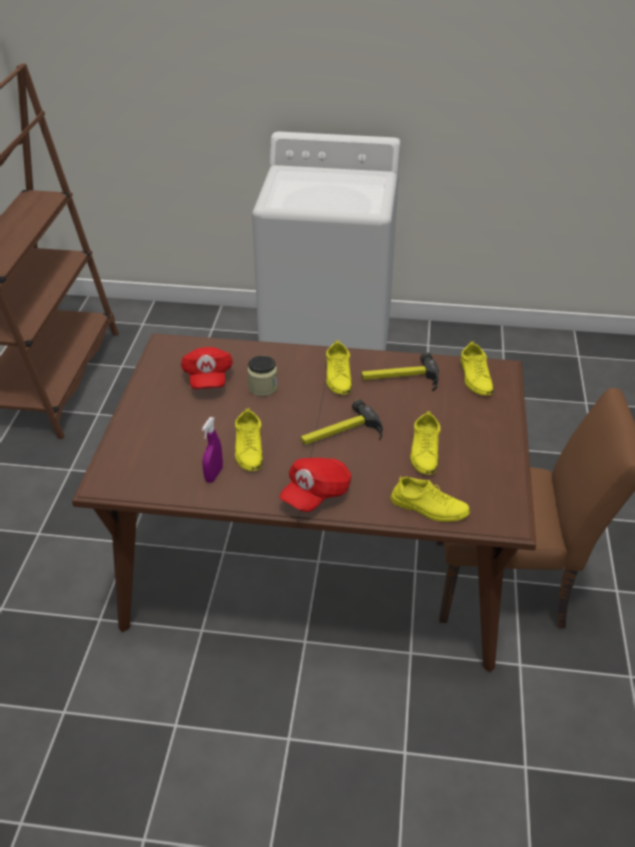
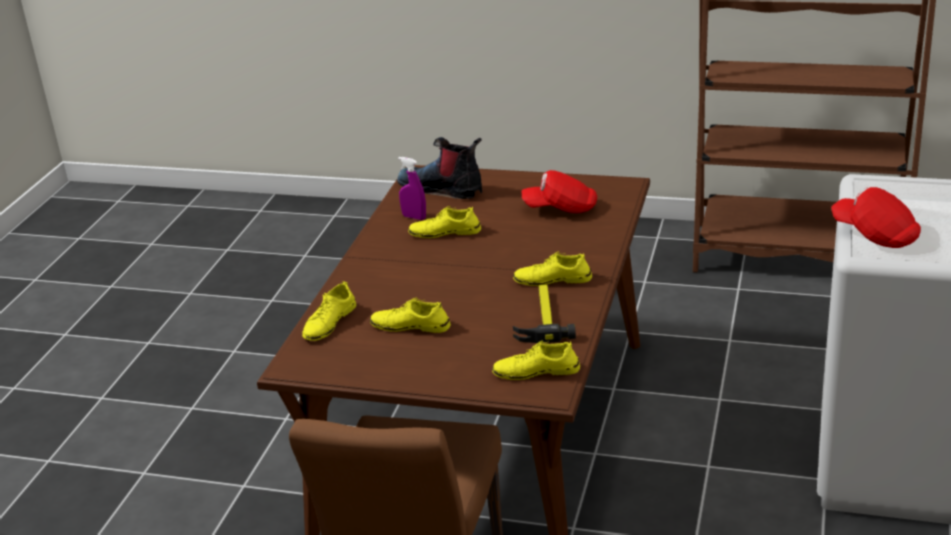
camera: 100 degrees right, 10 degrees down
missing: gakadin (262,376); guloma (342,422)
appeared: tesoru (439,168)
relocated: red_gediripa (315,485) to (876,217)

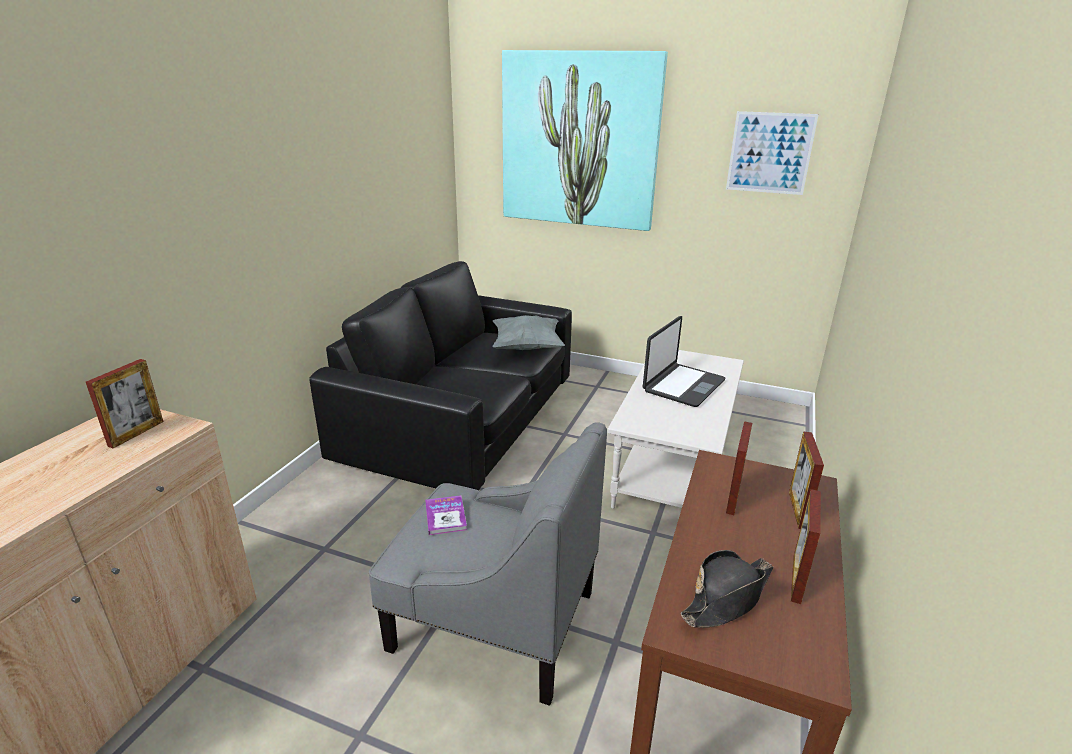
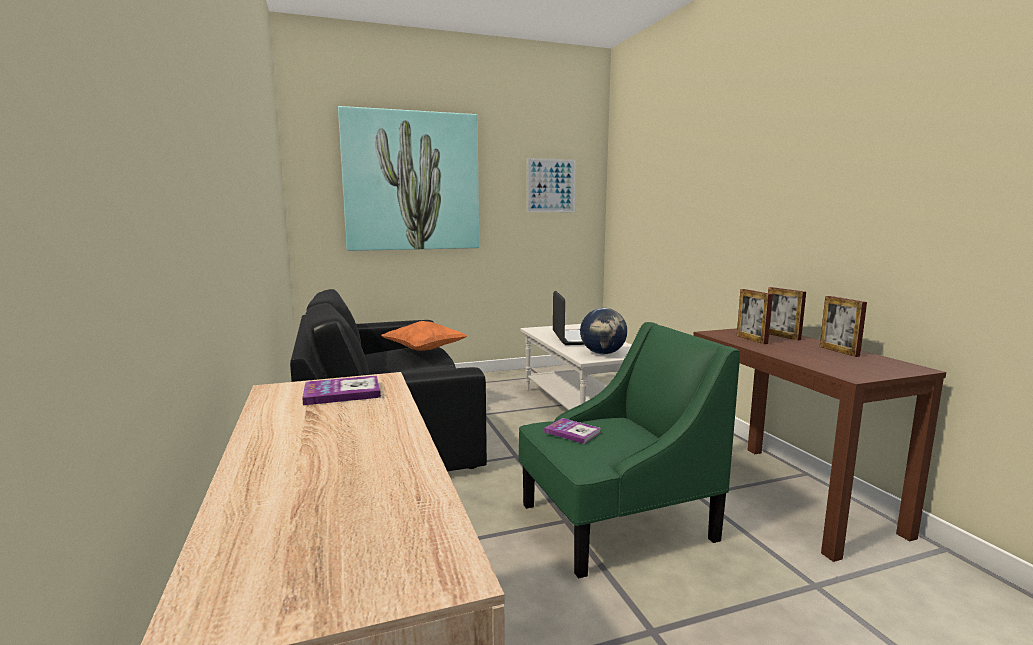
camera: 40 degrees left, 15 degrees down
missing: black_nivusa (727,589)
appeared: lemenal (603,331)
exchanged: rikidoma (125,403) to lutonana (341,390)
colour: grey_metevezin (528,332) to orange_metevezin (425,336); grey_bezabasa (488,564) to green_bezabasa (629,450)

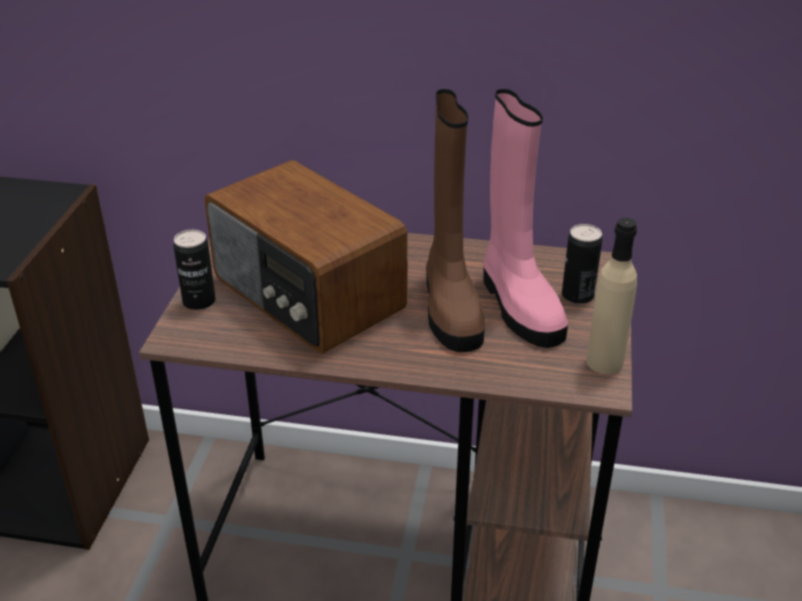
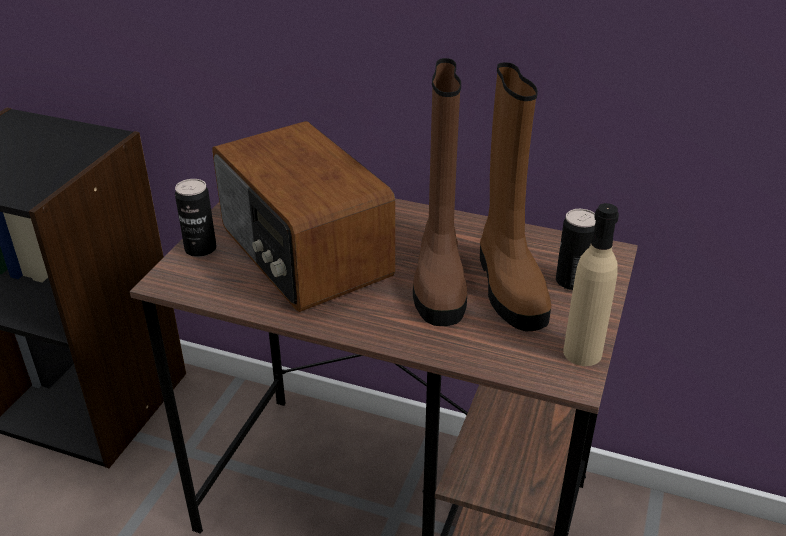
camera: 10 degrees right, 0 degrees up
colour: pink_tesoru (526,218) to brown_tesoru (515,196)

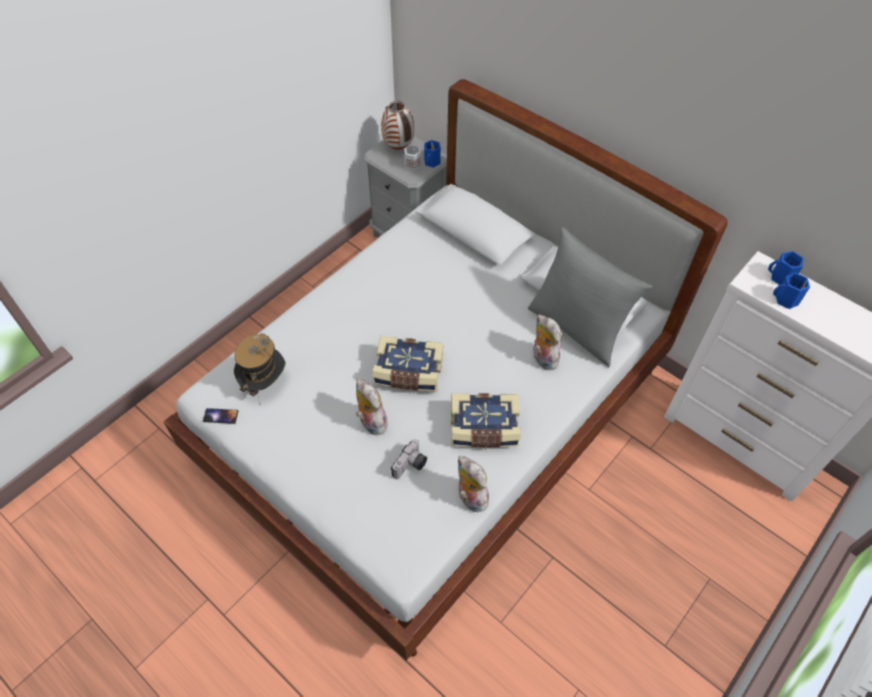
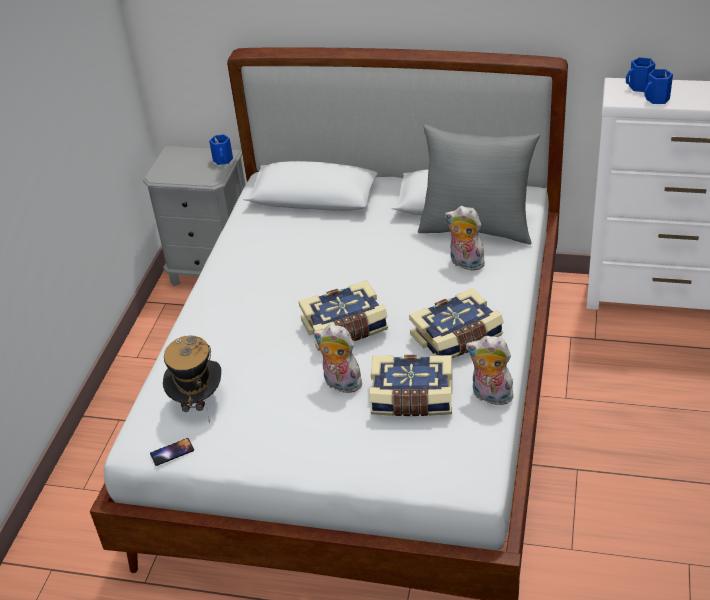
camera: 25 degrees left, 15 degrees down
missing: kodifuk (397,125); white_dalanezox (412,158)
exchanged: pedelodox (409,459) to lutonana (410,385)

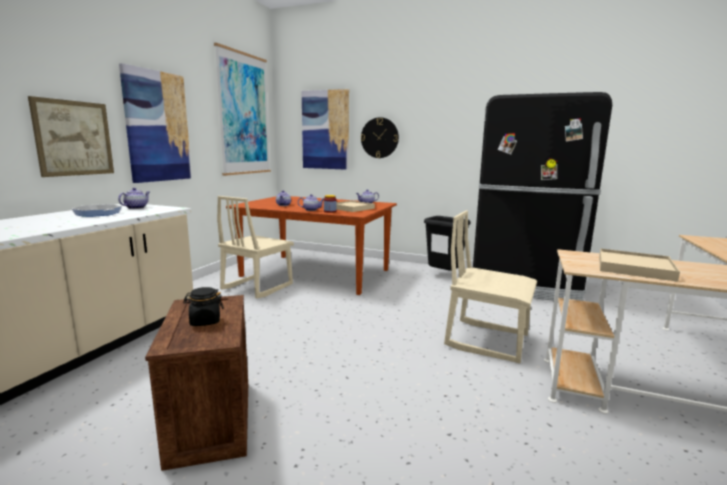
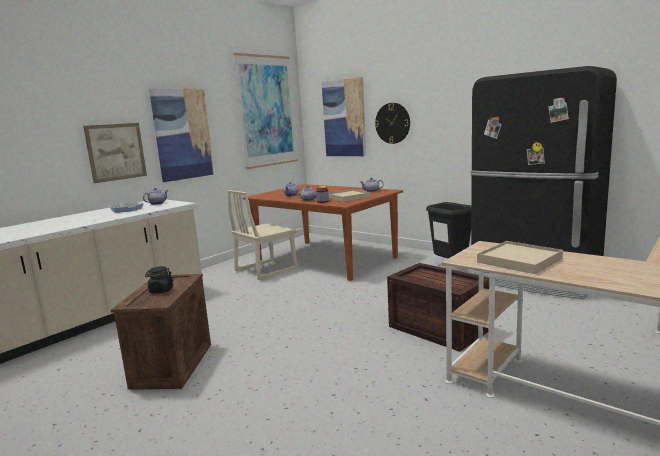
camera: 20 degrees right, 0 degrees up
exchanged: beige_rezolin (490,287) to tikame (438,307)

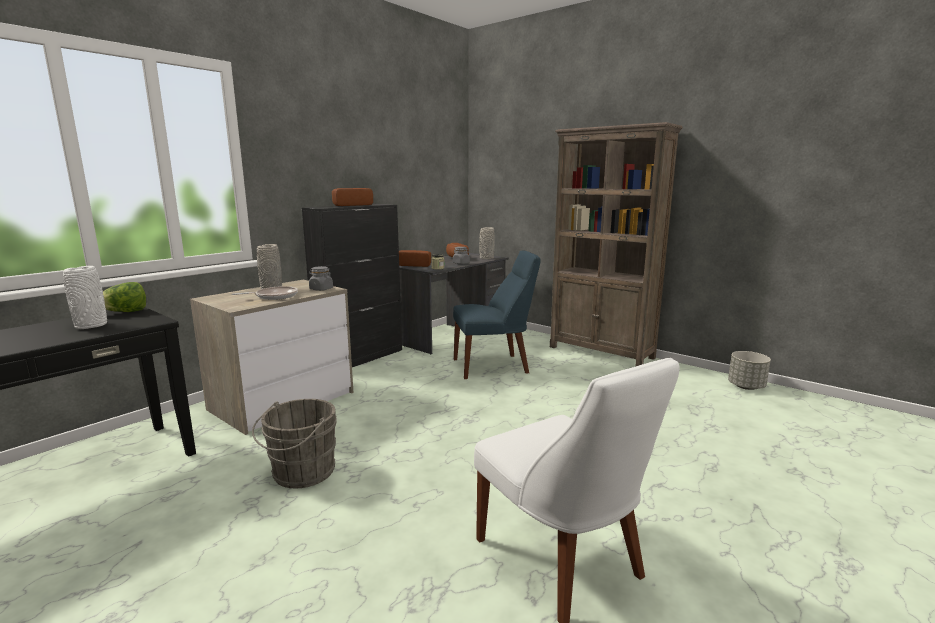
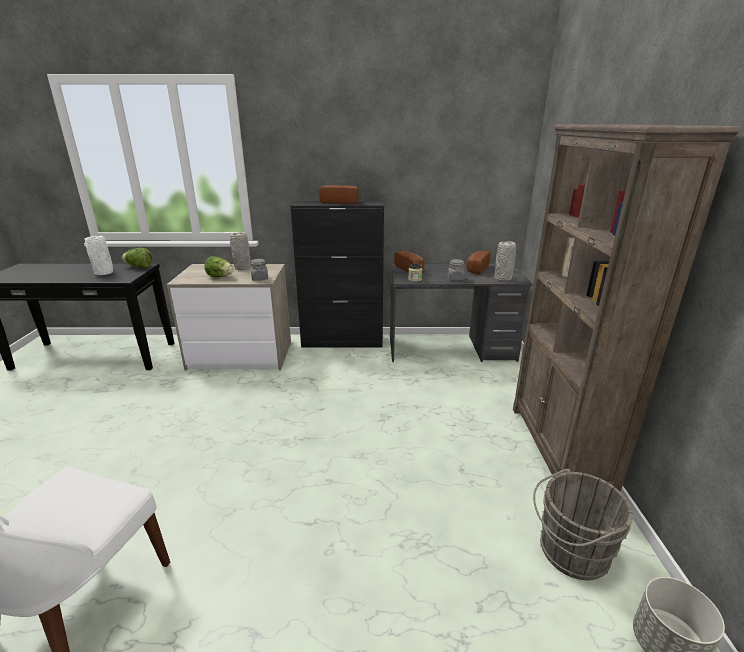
camera: 50 degrees right, 10 degrees up
missing: blue_rezolin (496,314)
relocated: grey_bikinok (294,444) to (583,524)
exchanged: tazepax (264,293) to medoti (219,266)

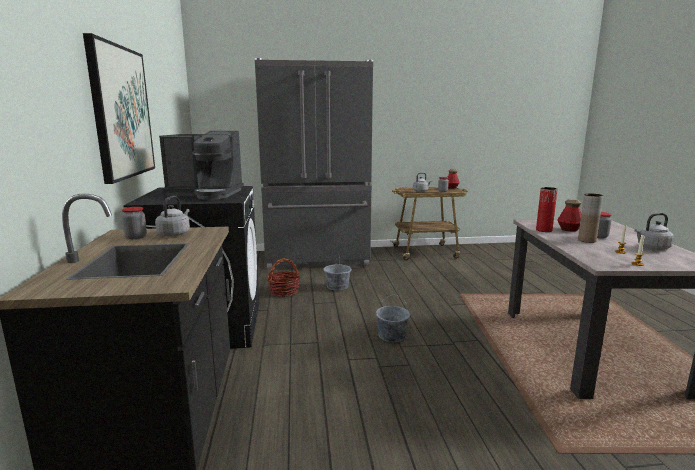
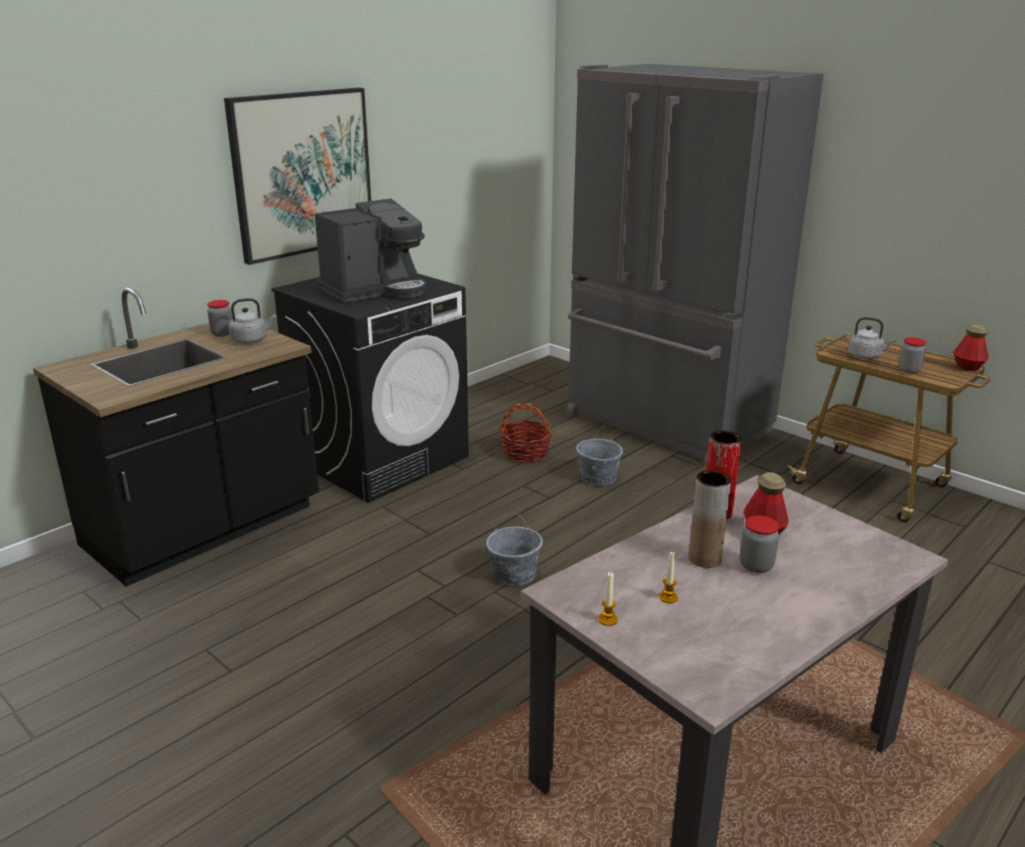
camera: 50 degrees right, 10 degrees up
missing: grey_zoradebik (654,231)
spun: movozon (201,165) = (371,250) 90 degrees counterclockwise

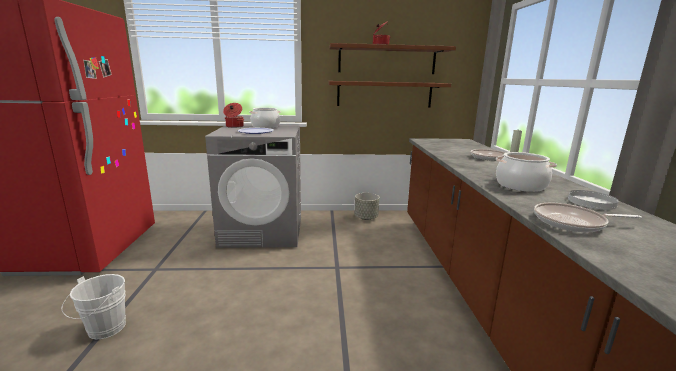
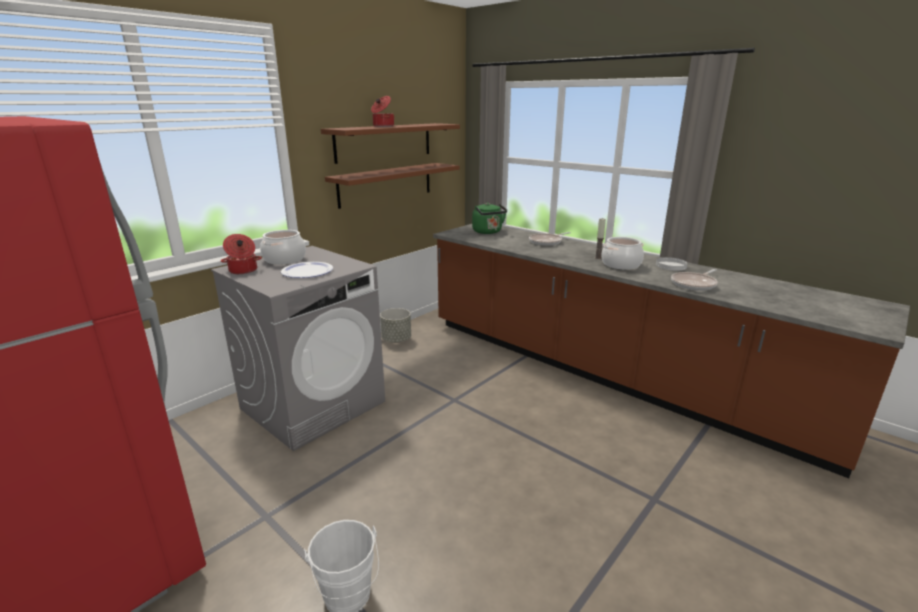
camera: 45 degrees left, 5 degrees up
appeared: green_zoradebik (489,218)

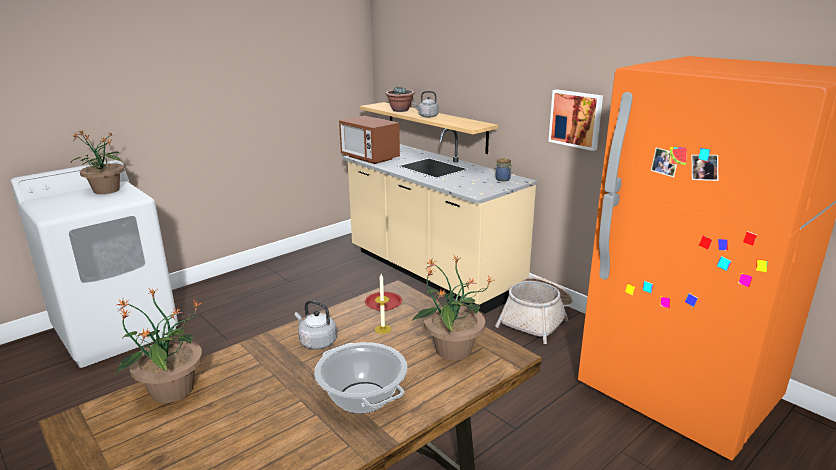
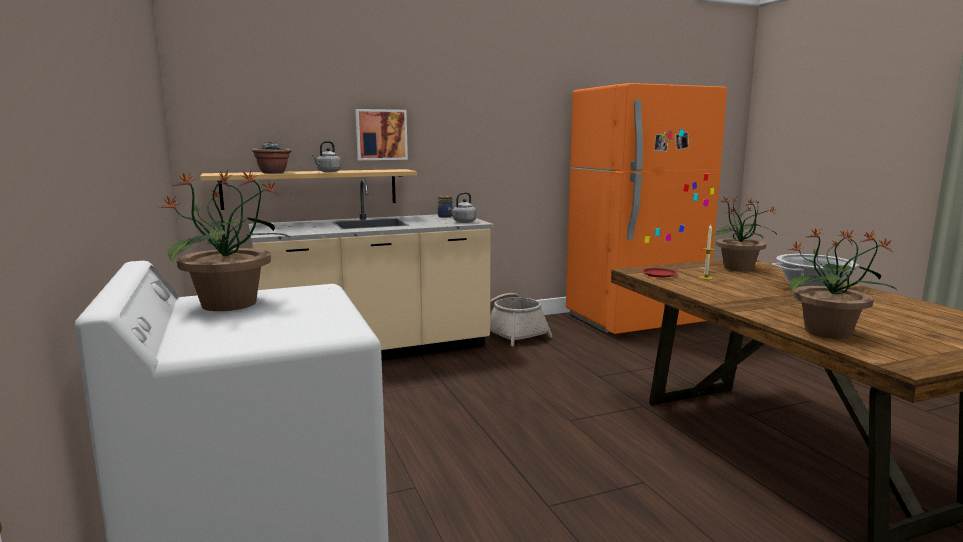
camera: 70 degrees left, 10 degrees down
missing: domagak (369,140)
relocated: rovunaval (575,120) to (381,134); grey_zoradebik (316,325) to (462,207)

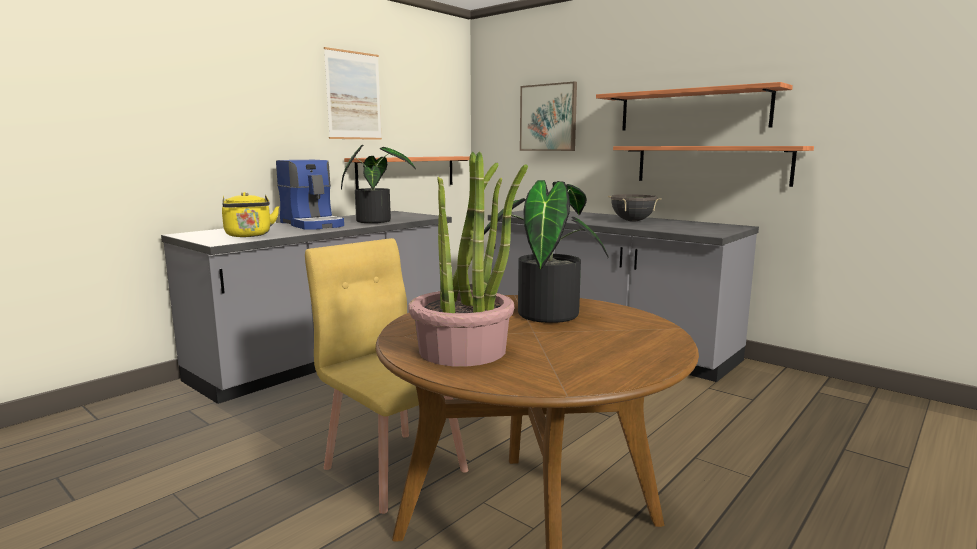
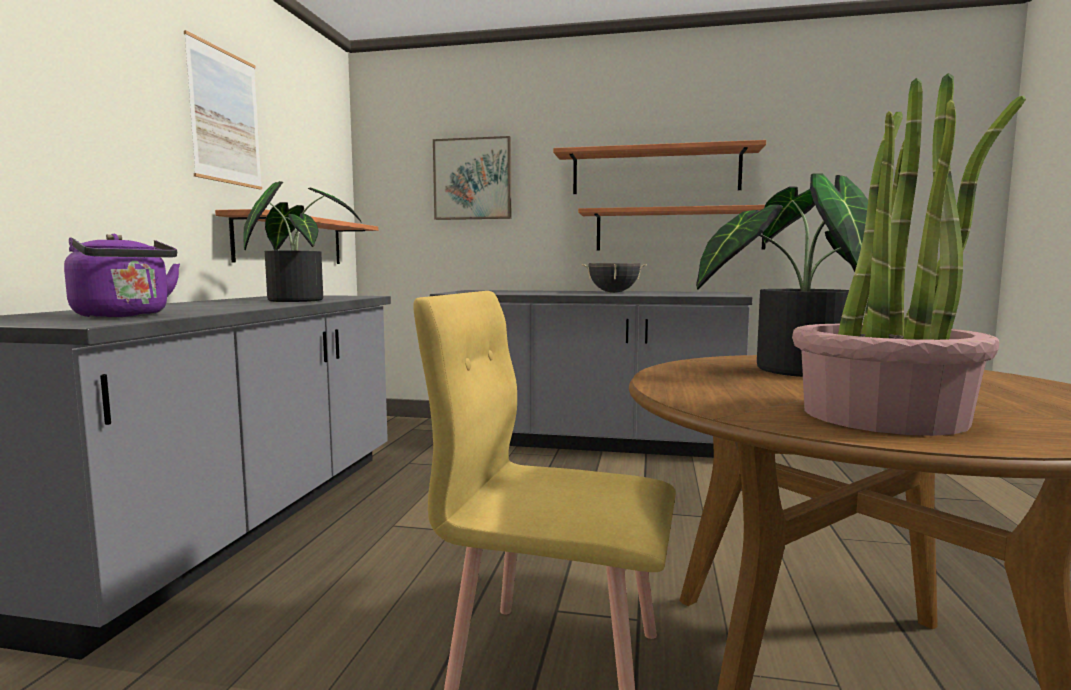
camera: 30 degrees left, 5 degrees down
missing: movozon (310,195)
colour: yellow_zoradebik (250,214) to purple_zoradebik (122,276)

